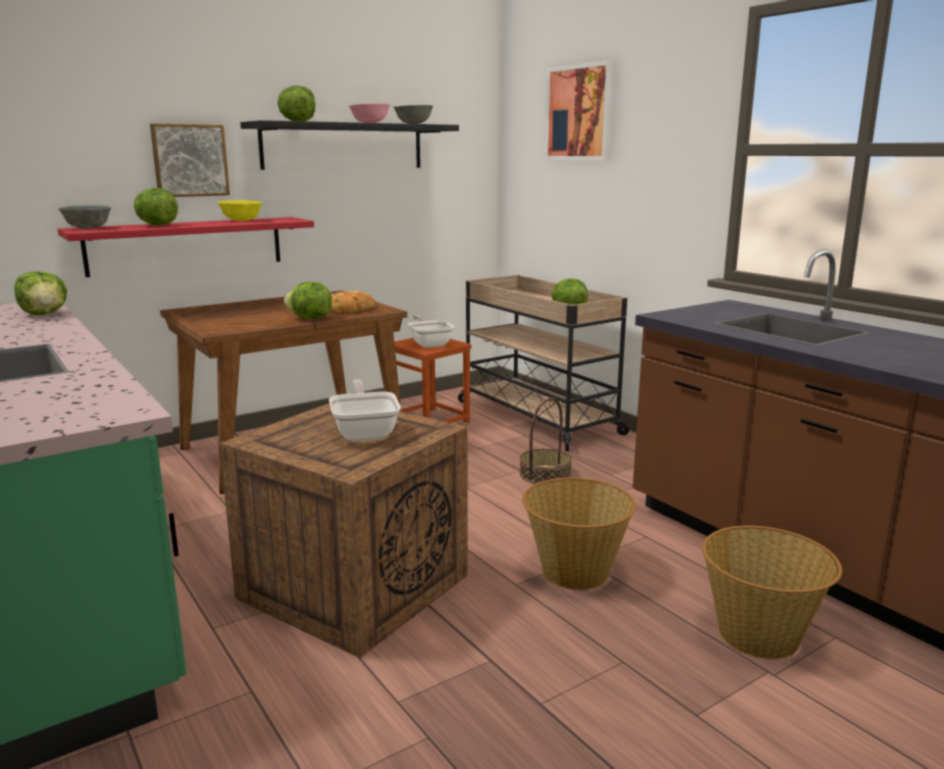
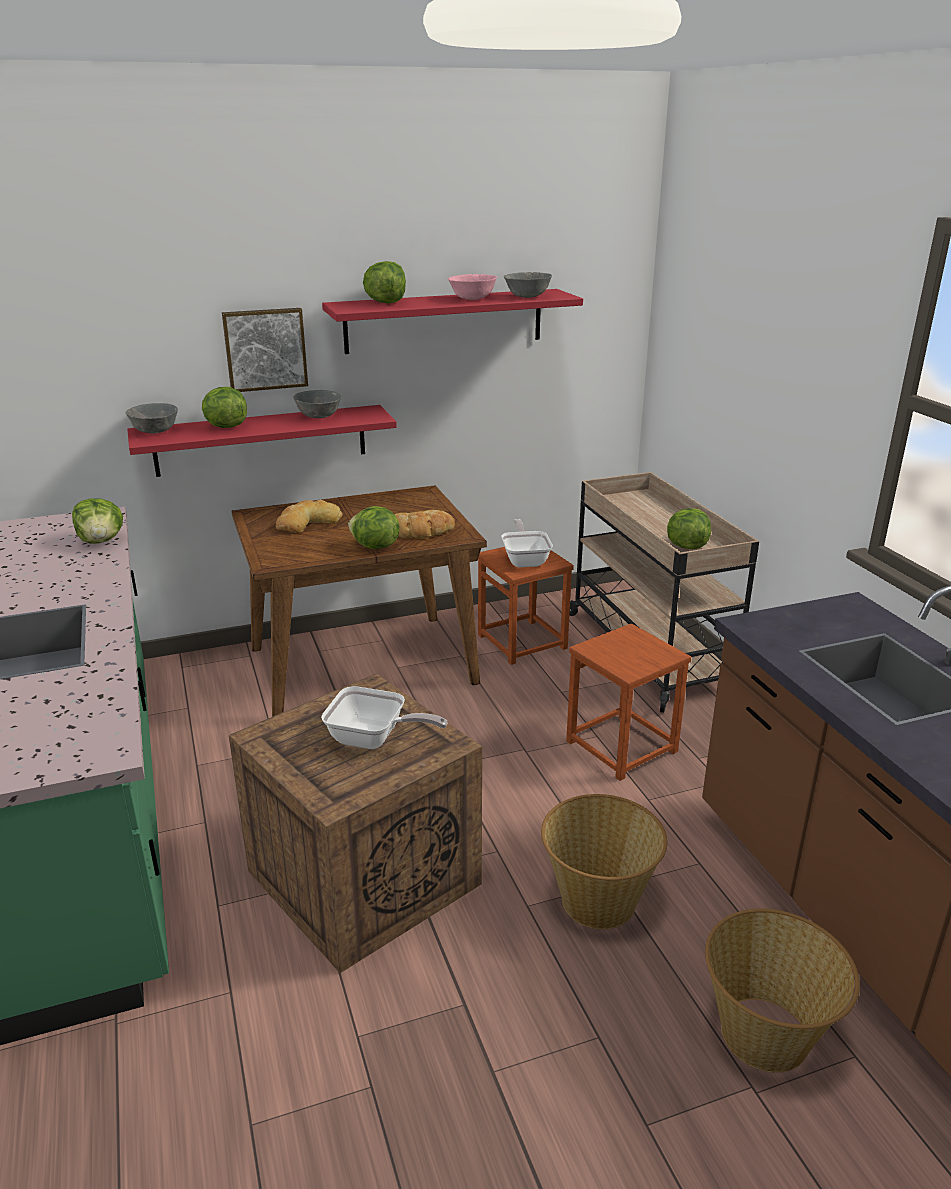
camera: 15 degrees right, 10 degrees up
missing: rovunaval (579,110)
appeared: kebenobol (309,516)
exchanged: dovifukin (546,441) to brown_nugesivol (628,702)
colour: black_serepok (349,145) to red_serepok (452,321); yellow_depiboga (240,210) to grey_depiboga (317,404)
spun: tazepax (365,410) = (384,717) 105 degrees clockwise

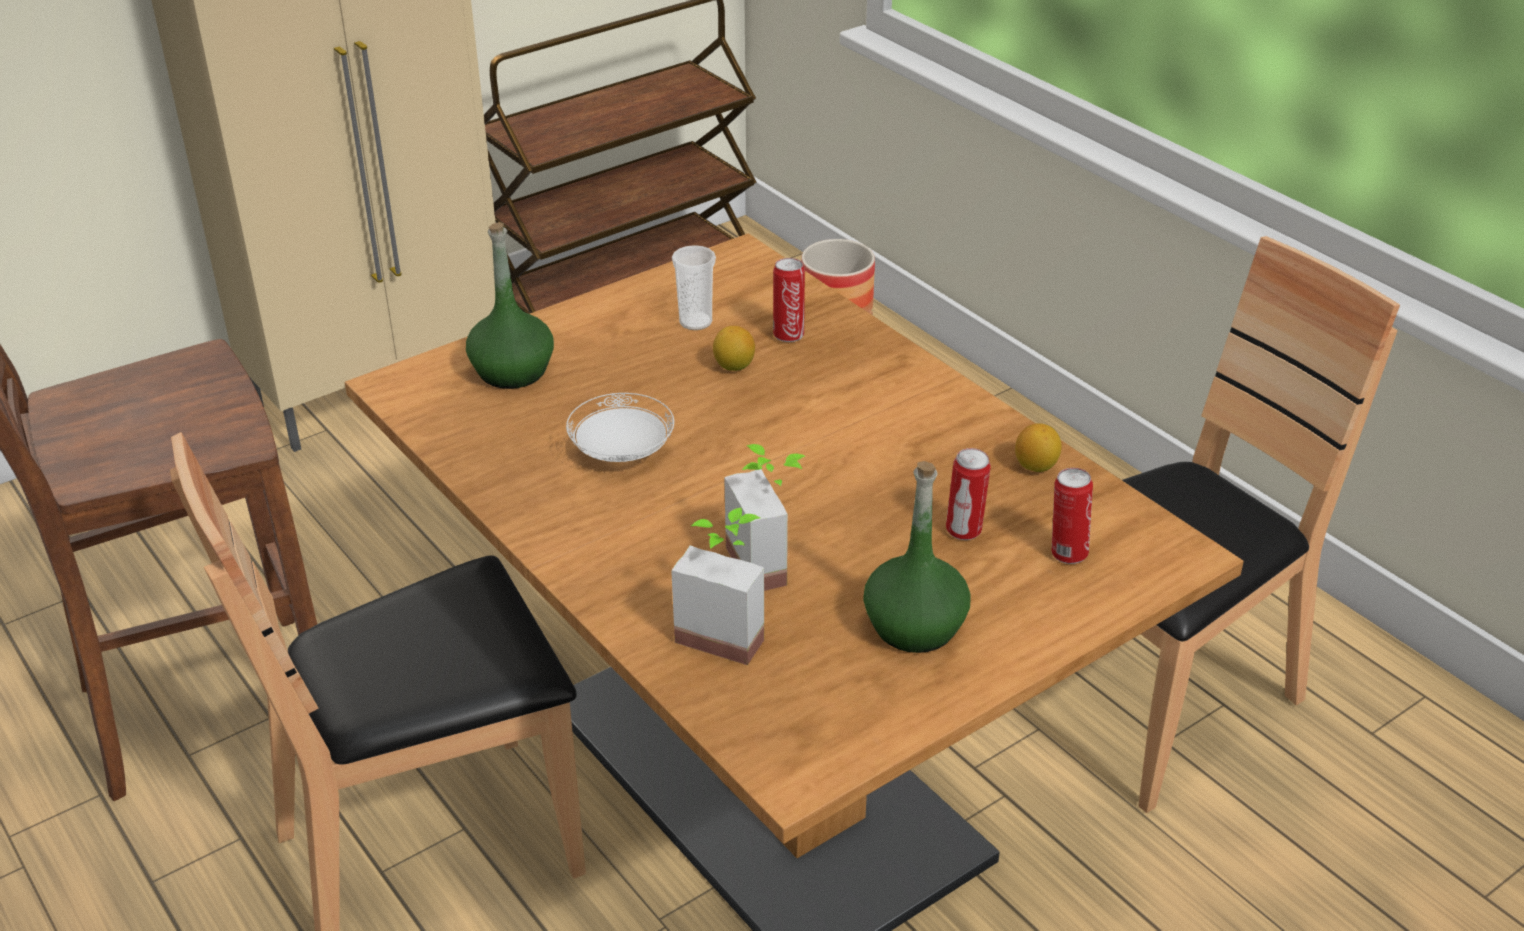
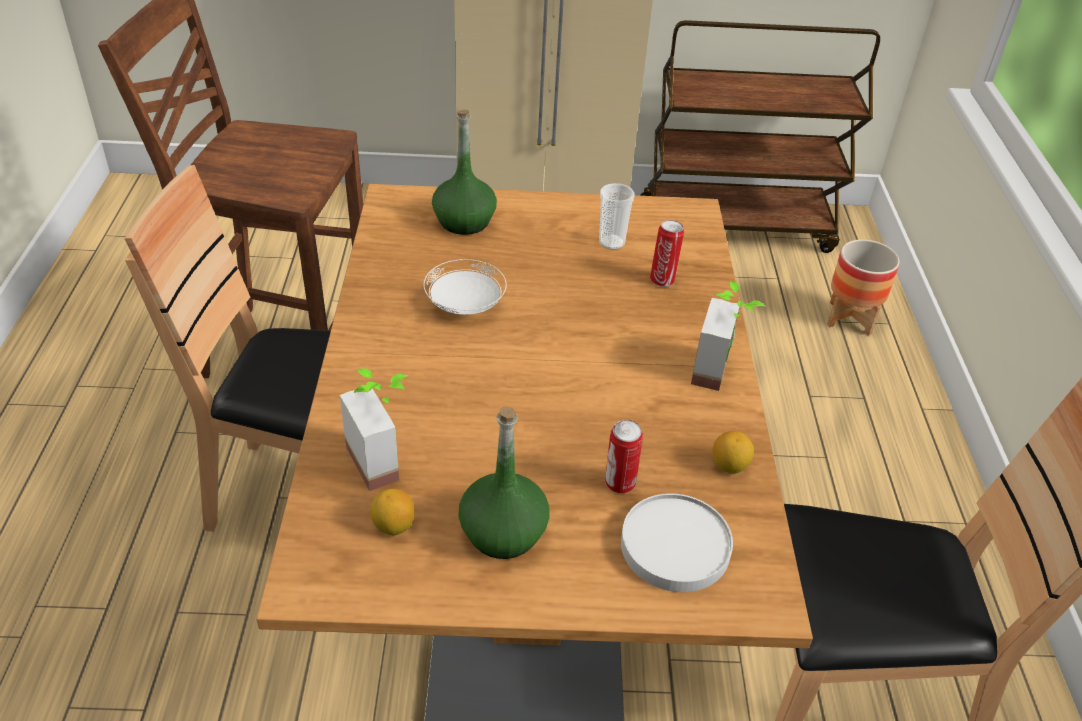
camera: 35 degrees right, 5 degrees up
relocated: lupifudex (734,348) to (392,512); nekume (764,517) to (728,336)
exchanged: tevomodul (1072,516) to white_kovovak (677,542)

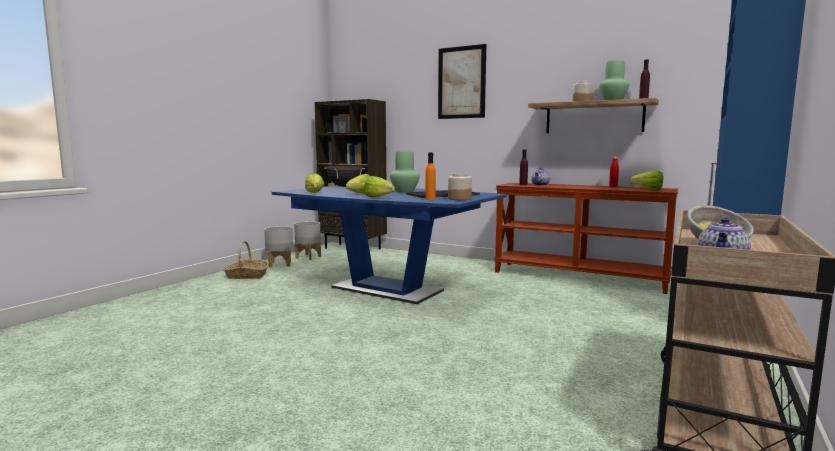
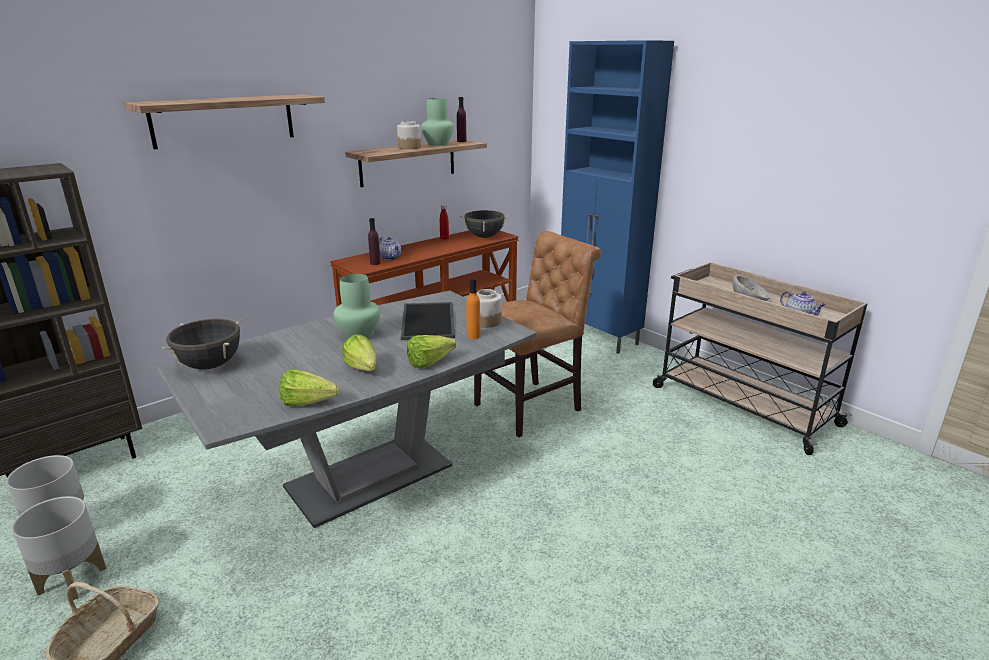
camera: 70 degrees left, 15 degrees up
appeared: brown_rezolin (537,334)
exchanged: rovunaval (462,81) to serepok (224,121); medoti (646,180) to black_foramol (485,224)
colour: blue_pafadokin (389,244) to grey_pafadokin (346,409)

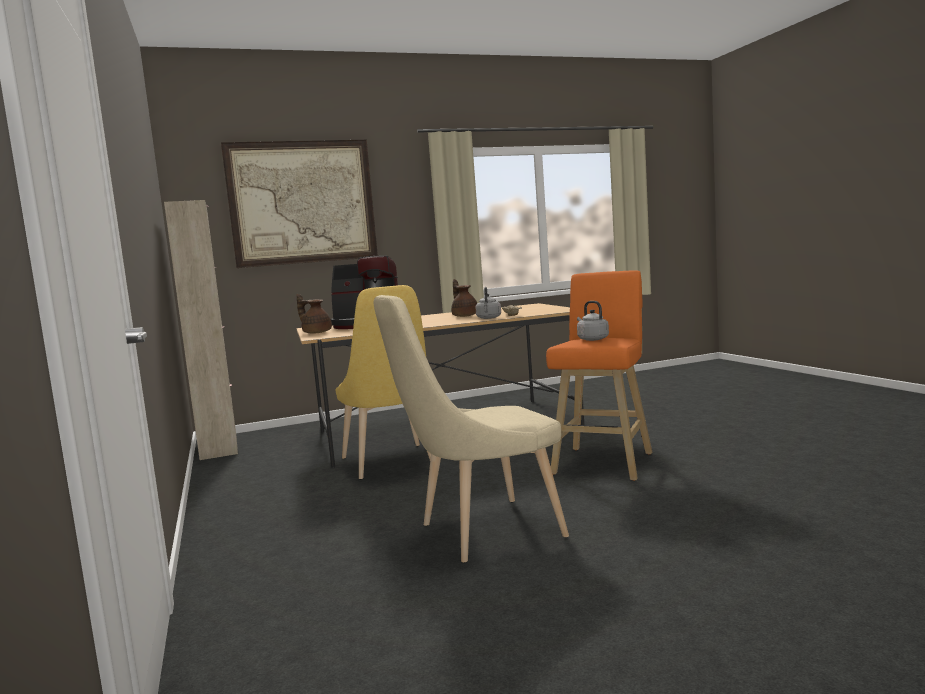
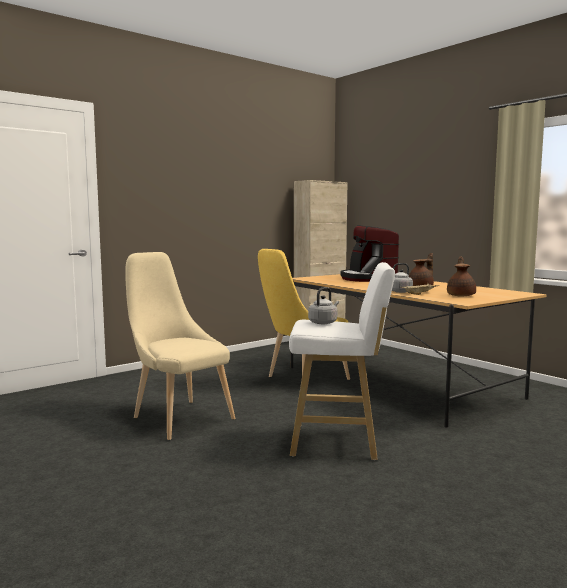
camera: 70 degrees right, 0 degrees up
missing: rovunaval (299,204)
relocated: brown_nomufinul (314,314) to (461,276)
colour: orange_nugesivol (599,375) to white_nugesivol (342,361)

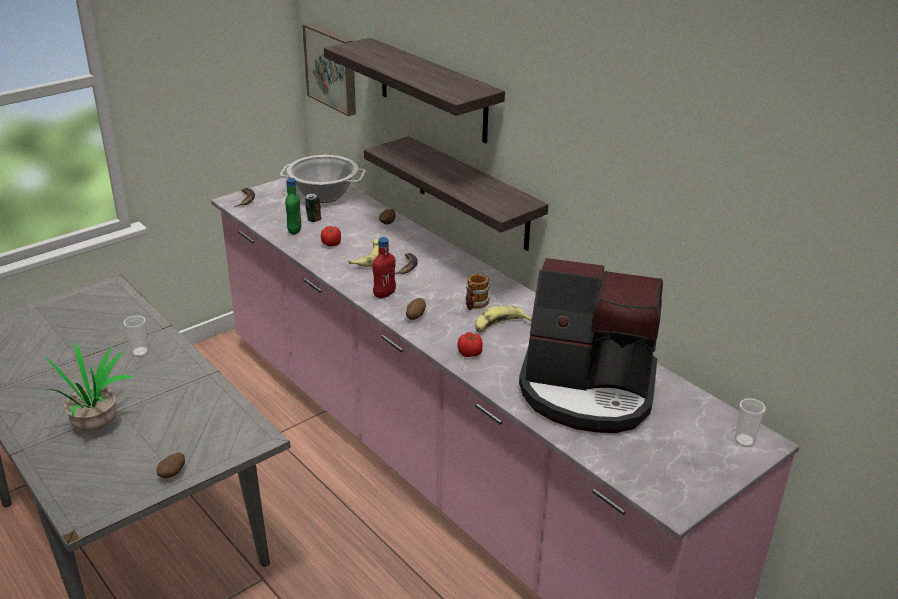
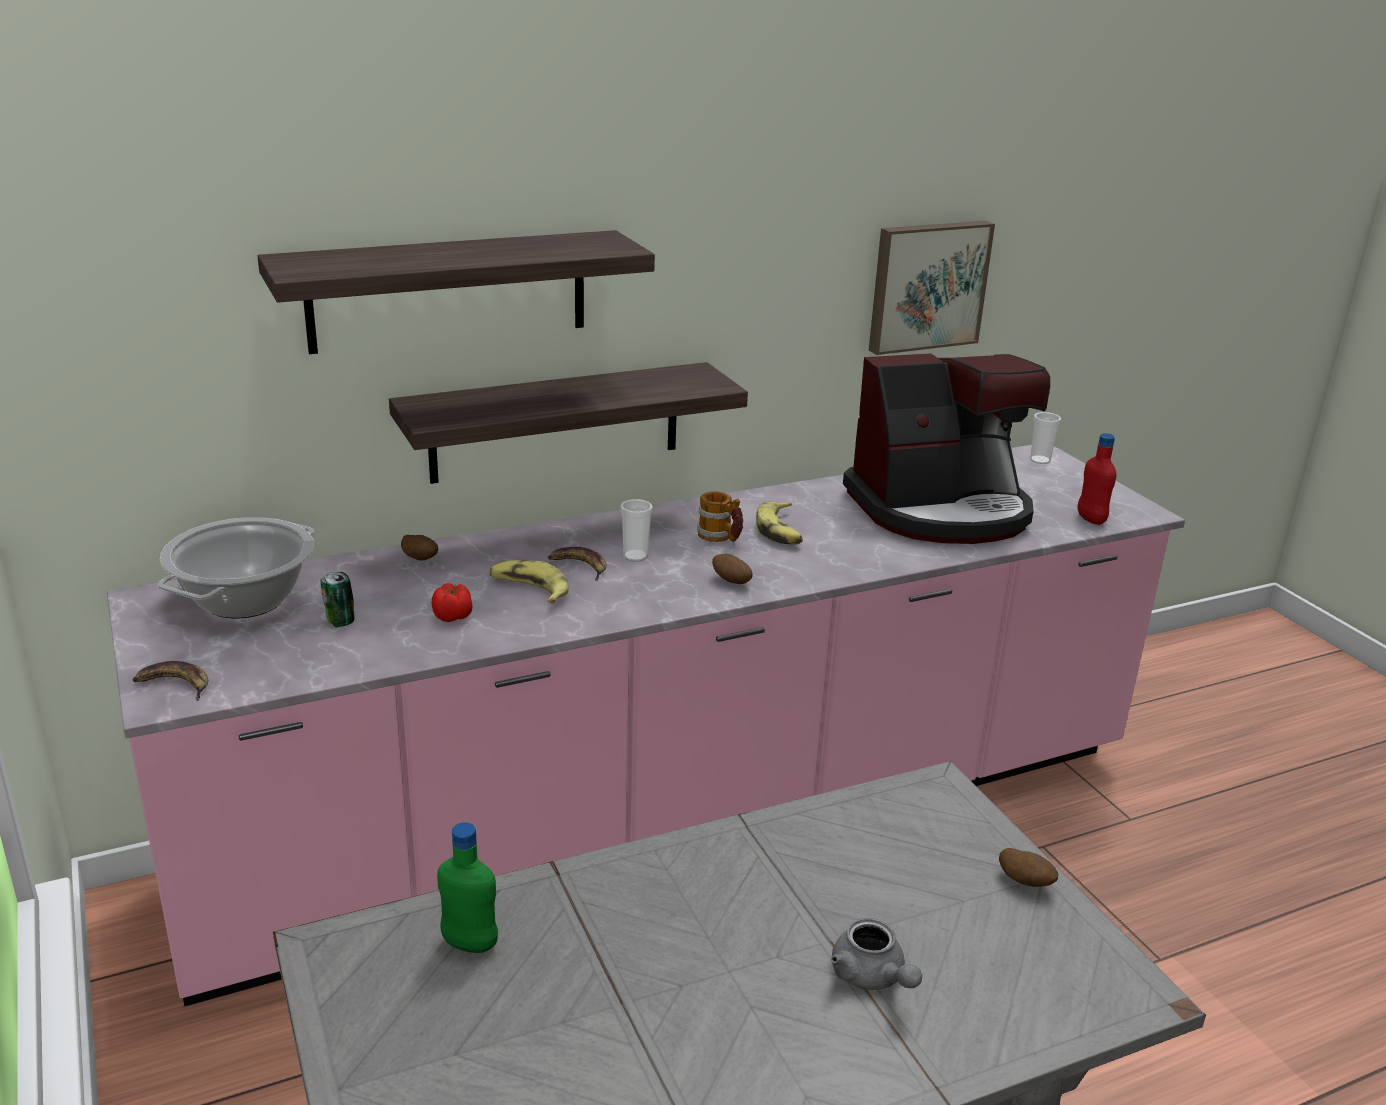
camera: 75 degrees left, 5 degrees down
missing: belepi (470,344)
relocated: rovunaval (329,69) to (932,288); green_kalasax (293,206) to (467,887); red_kalasax (384,267) to (1097,479); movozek (136,336) to (637,530)
exchanged: nekume (81,386) to grey_nomufinul (876,954)
spun: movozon (591,345) = (946,448) 45 degrees clockwise

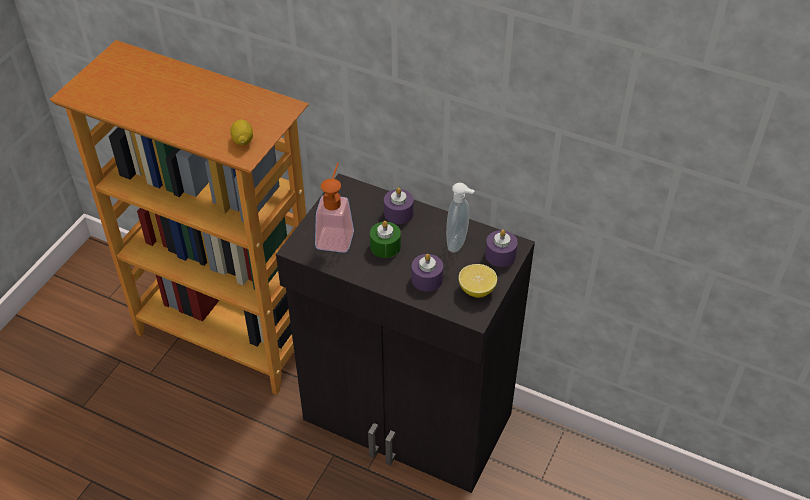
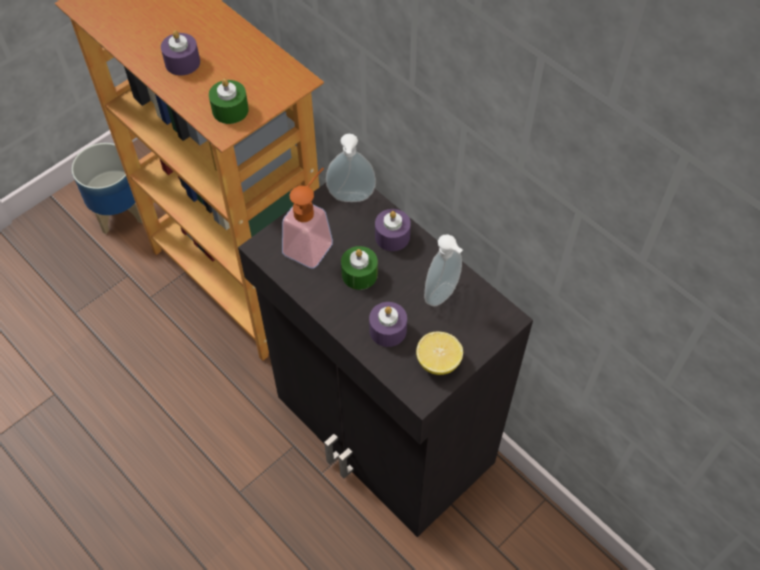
camera: 20 degrees right, 10 degrees up
appeared: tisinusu (351,168); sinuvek (107,188)
relocated: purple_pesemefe (501,248) to (180,53)
exchanged: lupifudex (242,132) to green_pesemefe (229,101)

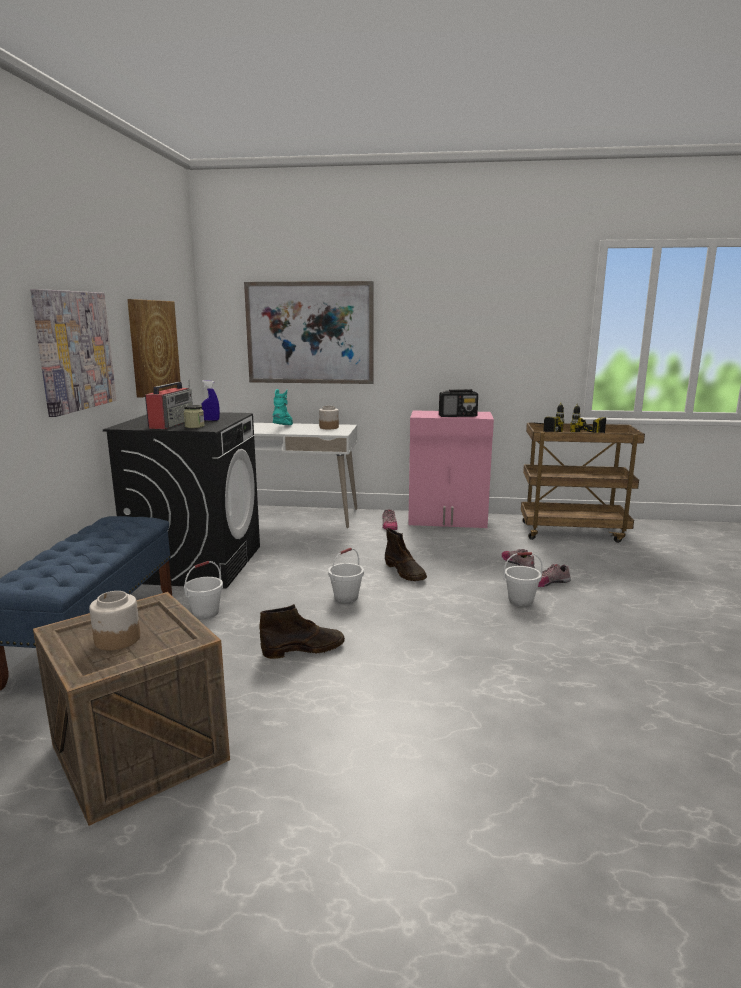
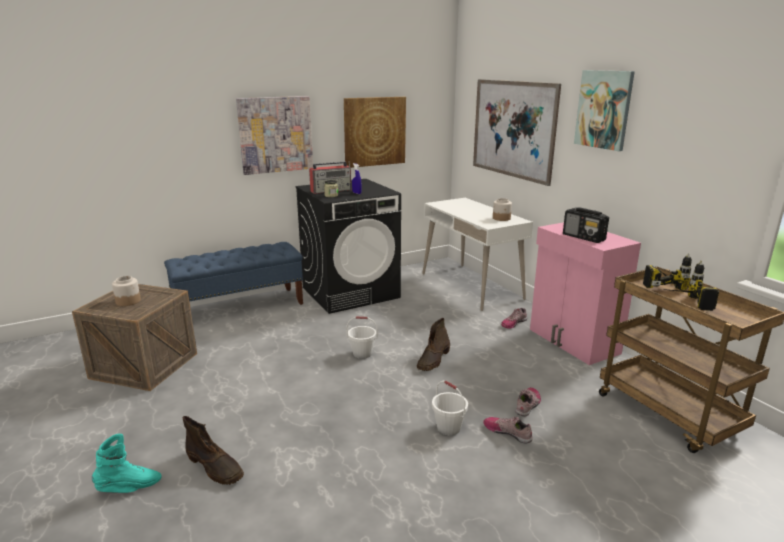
camera: 55 degrees right, 5 degrees up
missing: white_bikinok (203,590)
appeared: rovunaval (604,110)
relocated: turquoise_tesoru (282,407) to (127,463); brown_tesoru (302,631) to (213,450)

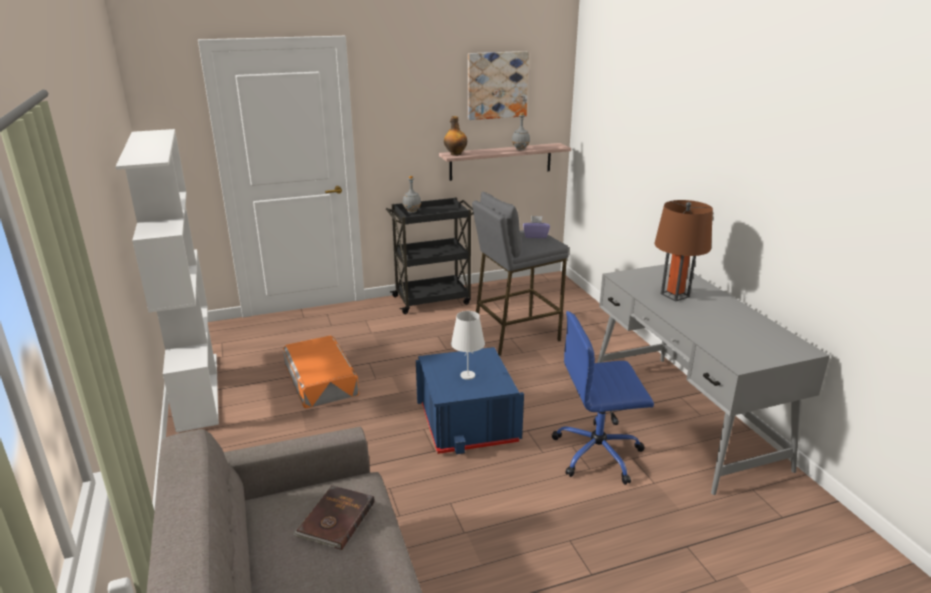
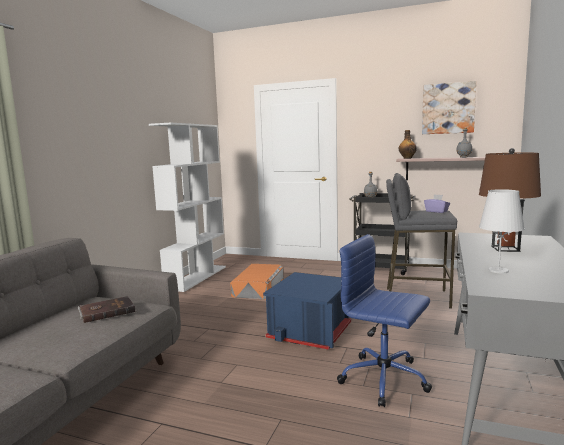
camera: 40 degrees right, 15 degrees down
relocated: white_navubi (468,345) to (502,231)

